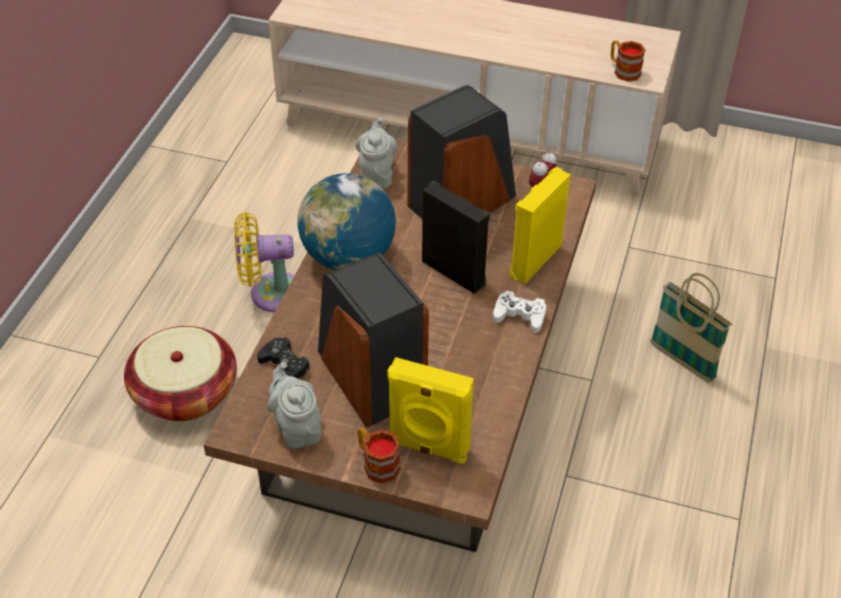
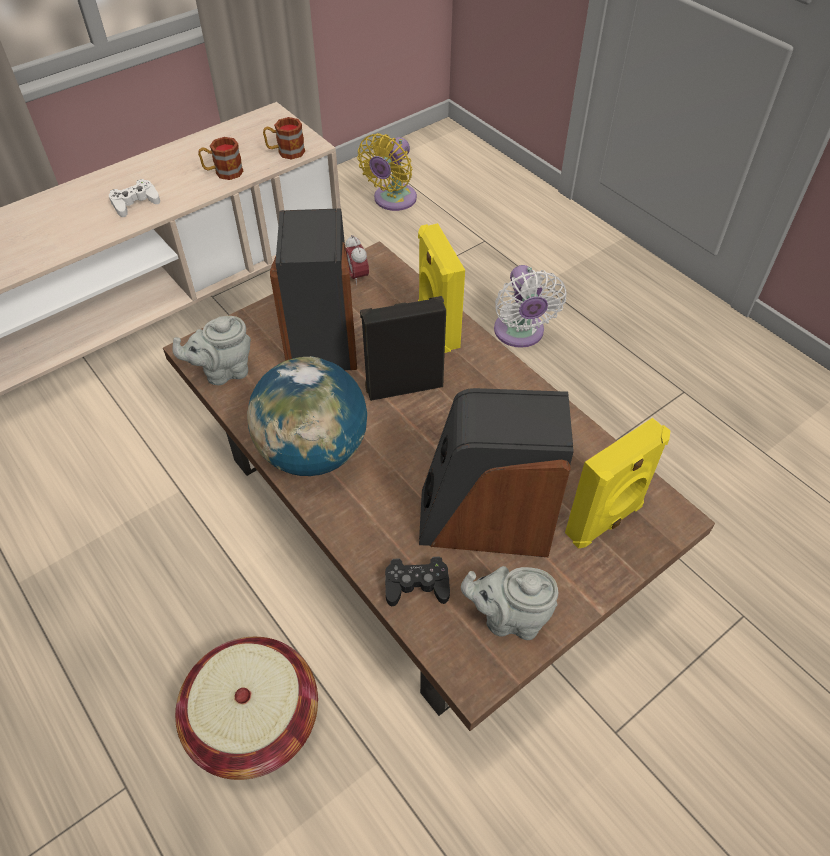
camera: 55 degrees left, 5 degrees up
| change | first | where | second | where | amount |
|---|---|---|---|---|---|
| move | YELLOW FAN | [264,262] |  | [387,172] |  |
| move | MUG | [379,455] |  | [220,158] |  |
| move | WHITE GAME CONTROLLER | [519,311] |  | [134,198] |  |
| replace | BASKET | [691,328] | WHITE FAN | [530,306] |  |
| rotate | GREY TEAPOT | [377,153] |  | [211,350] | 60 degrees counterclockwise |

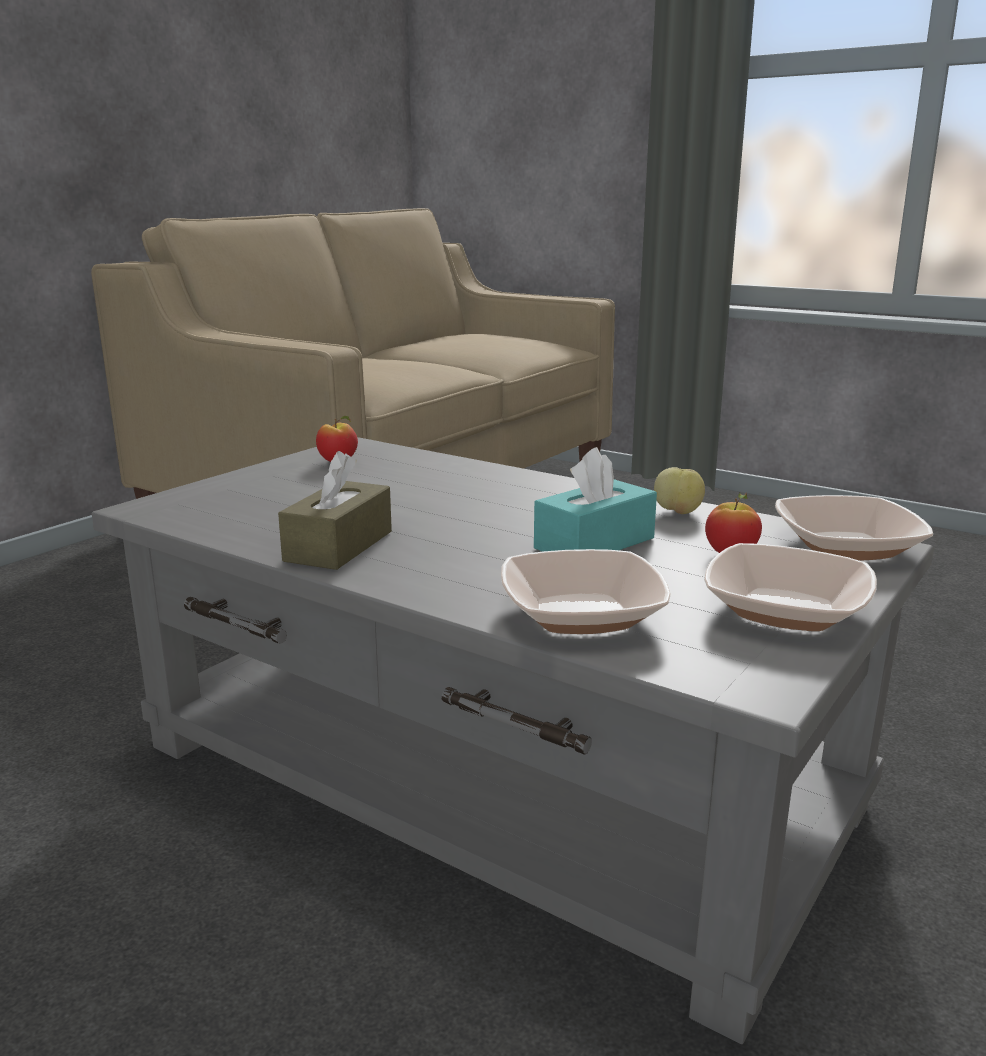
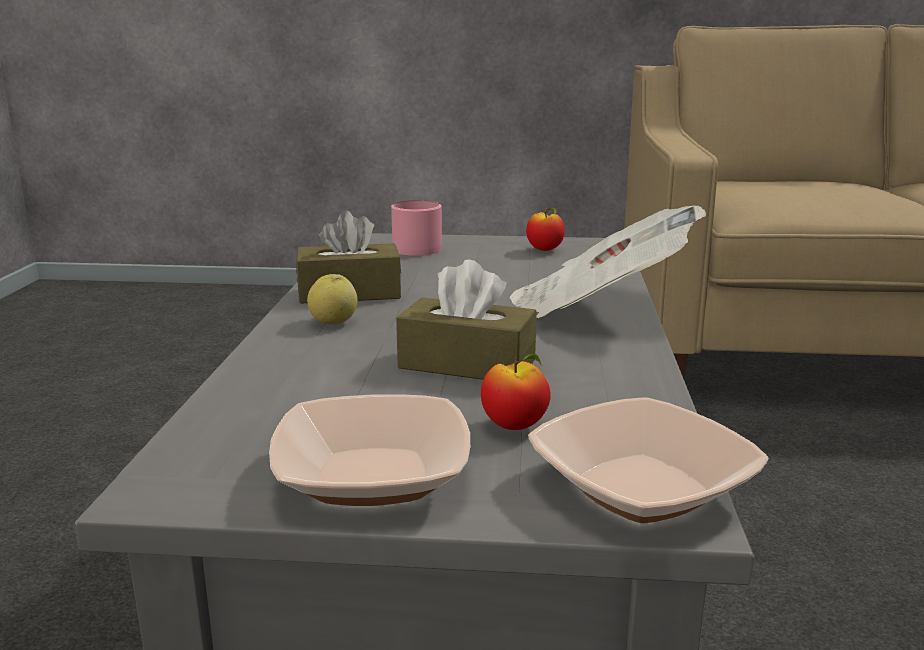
camera: 60 degrees right, 0 degrees up
| change | first | where | second | where | amount |
|---|---|---|---|---|---|
| delete | BOWL | [586,591] |  |  |  |
| insert |  |  | PINK MUG | [416,228] |  |
| insert |  |  | NEWSPAPER | [607,262] |  |
| move | APPLE | [679,490] |  | [332,299] |  |
| recolor | TURQUOISE TISSUE BOX | [595,499] | BROWN TISSUE BOX | [466,320] |  |

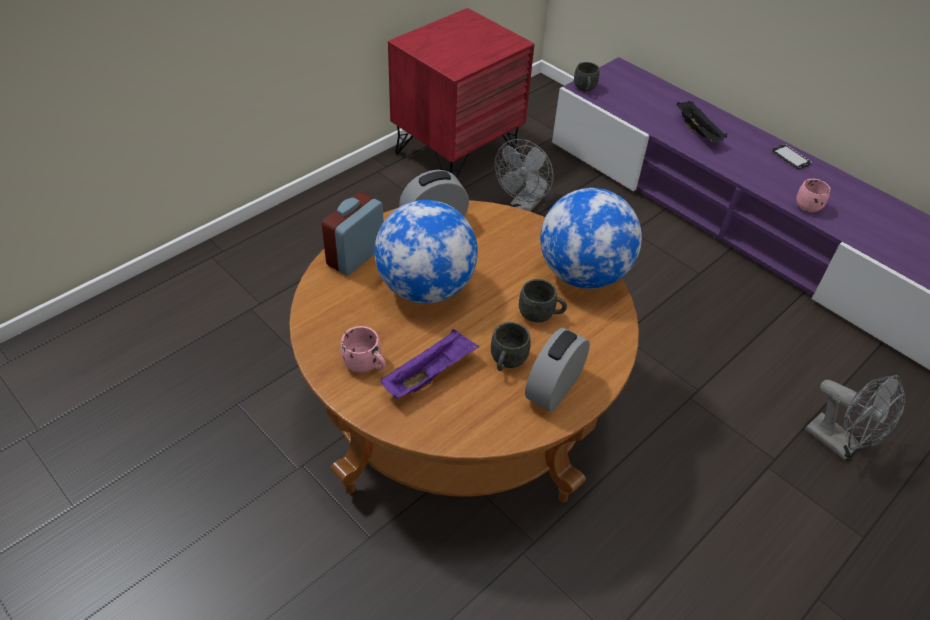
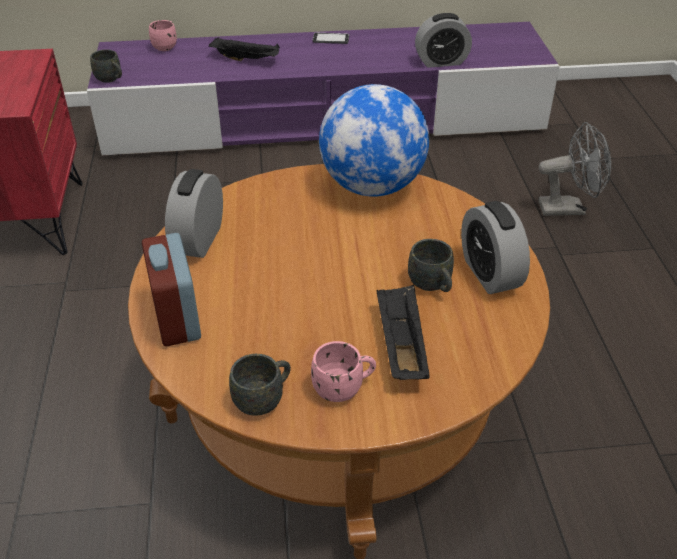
camera: 50 degrees left, 5 degrees down
| change | first | where | second | where | amount |
|---|---|---|---|---|---|
| delete | GLOBE | [426,252] |  |  |  |
| delete | GREY FAN | [524,175] |  |  |  |
| insert |  |  | ALARM CLOCK | [443,40] |  |
| move | GREY MUG | [543,300] |  | [260,385] |  |
| move | PINK MUG | [813,196] |  | [163,35] |  |
| recolor | PURPLE TRAY | [430,364] | BLACK TRAY | [403,332] |  |

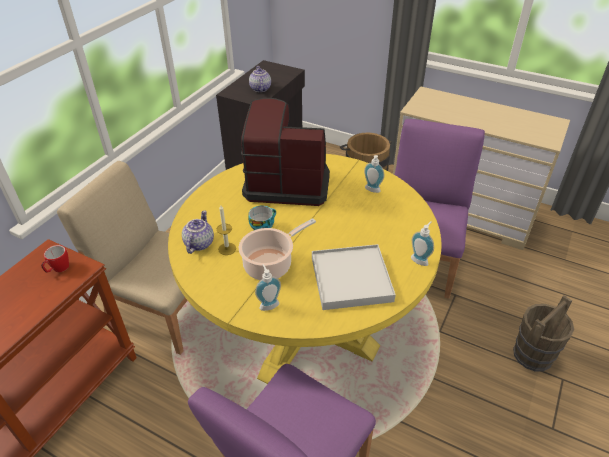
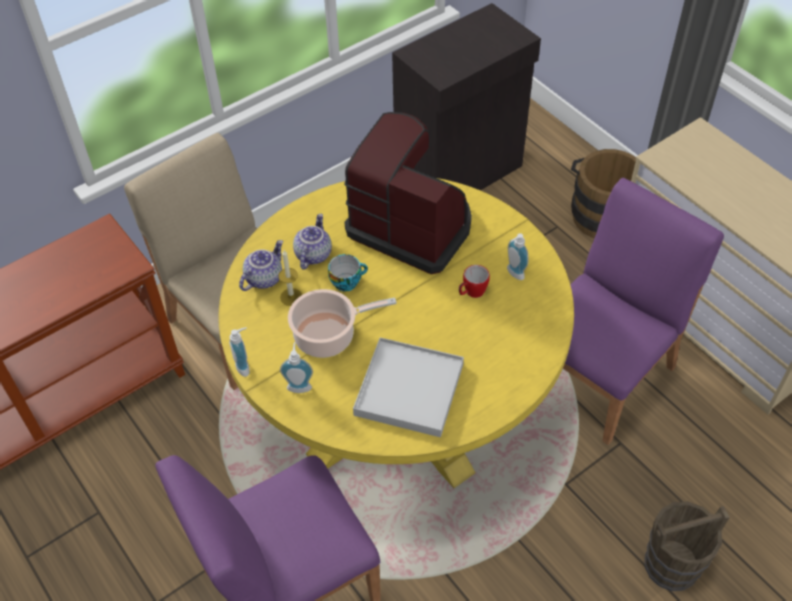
camera: 25 degrees right, 10 degrees up
| change | first | where | second | where | amount |
|---|---|---|---|---|---|
| move | MUG | [55,259] |  | [474,281] |  |
| move | TEAPOT | [260,79] |  | [312,242] |  |
| move | SOAP DISPENSER | [422,243] |  | [239,352] |  |

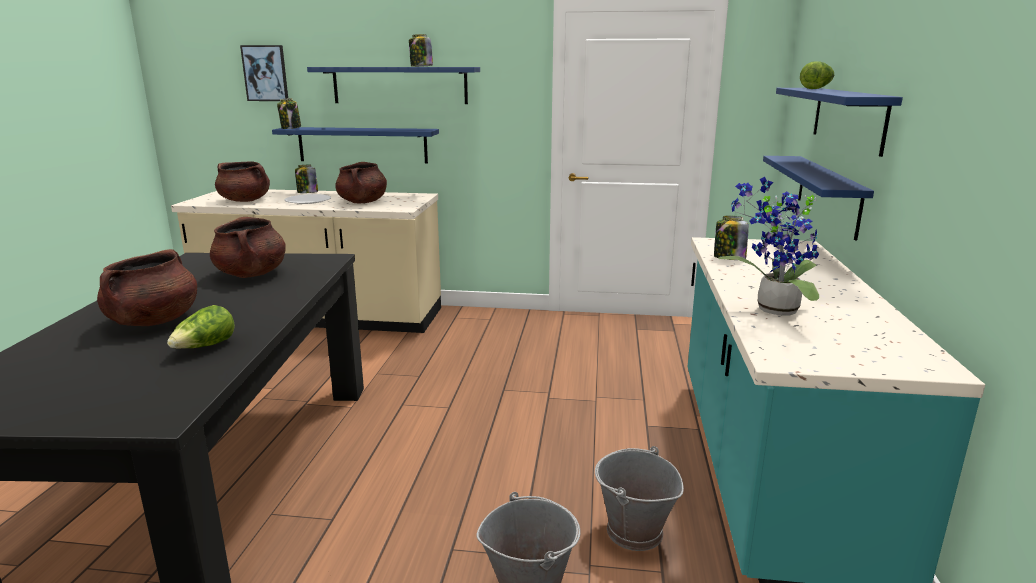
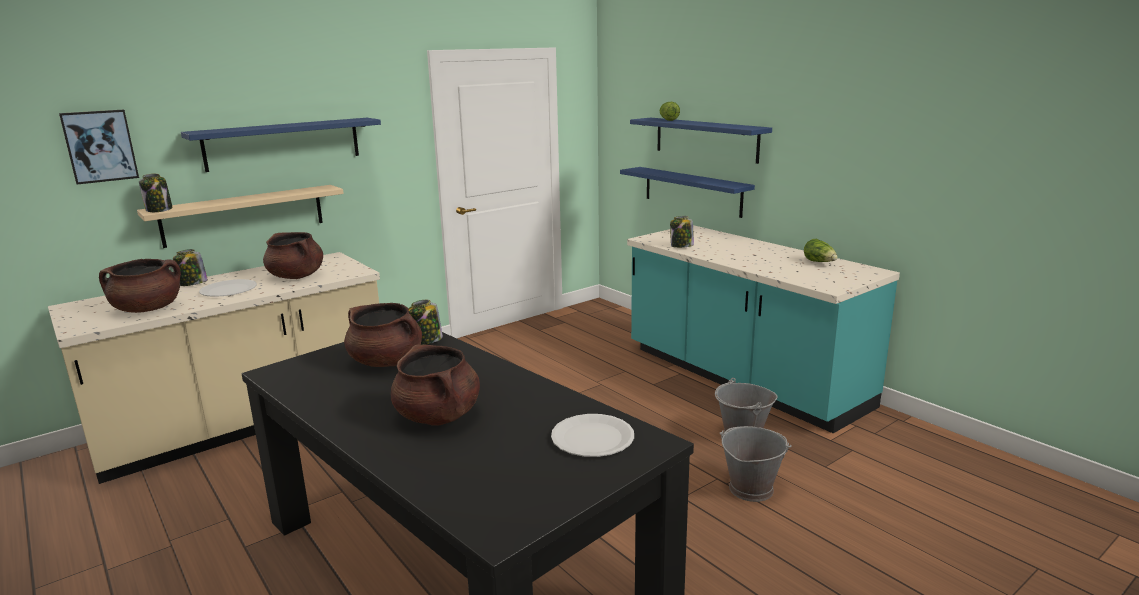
camera: 45 degrees left, 0 degrees up
| change | first | where | second | where | amount |
|---|---|---|---|---|---|
| delete | POTTED PLANT | [768,246] |  |  |  |
| insert |  |  | WHITE PLATE | [592,435] |  |
| move | LETTUCE | [201,327] |  | [821,250] |  |
| move | JAR | [421,50] |  | [425,322] |  |
| recolor | BLUE SHELF | [355,145] | BEIGE SHELF | [240,216] |  |

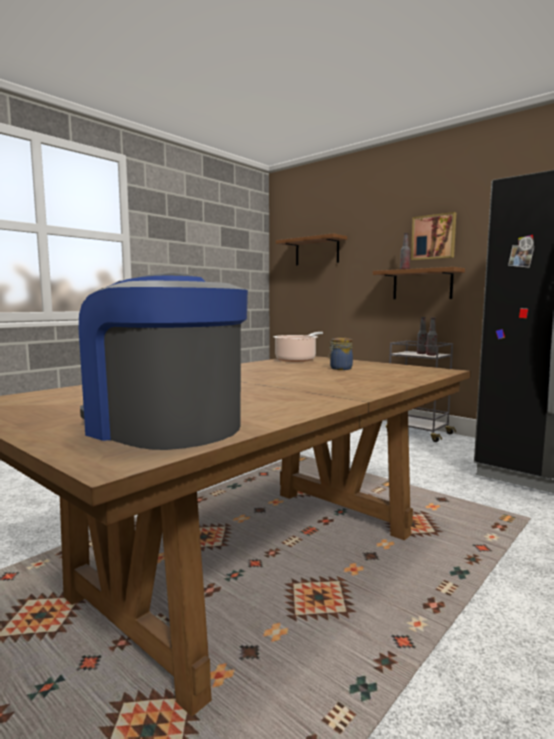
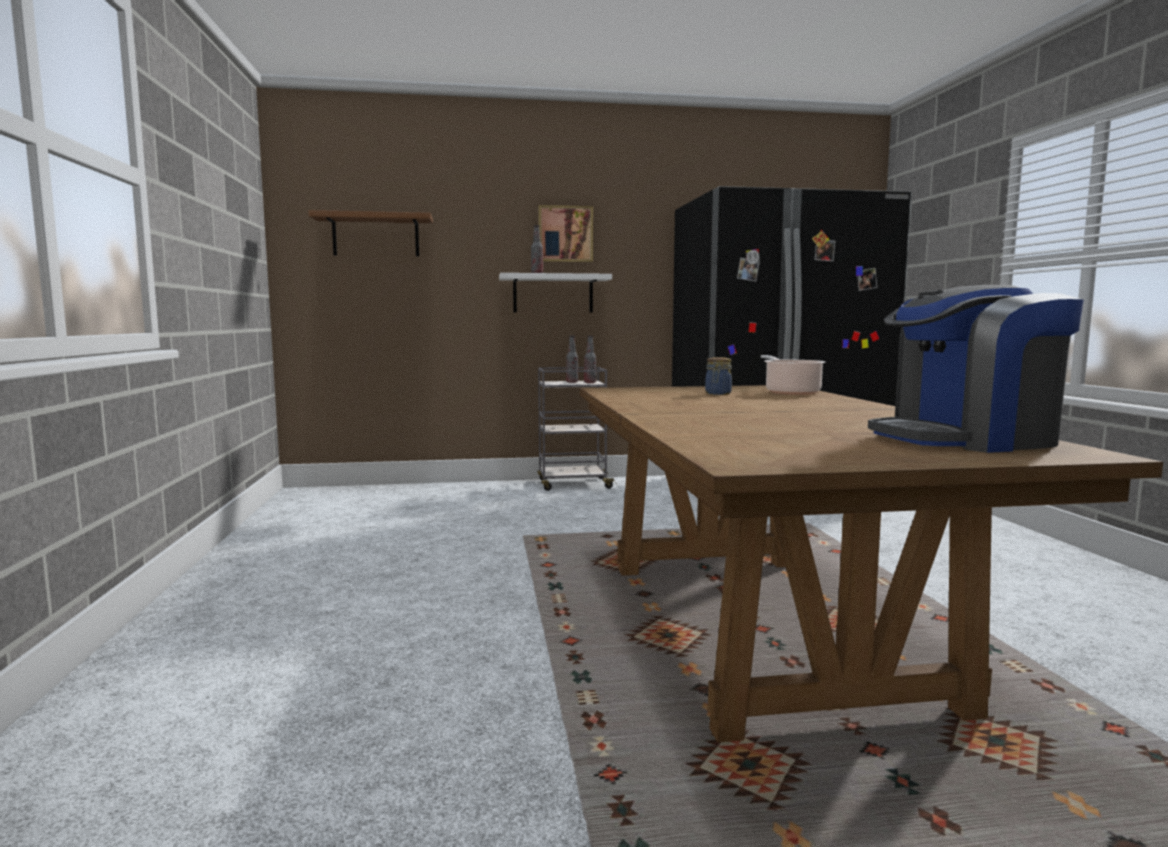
camera: 50 degrees left, 0 degrees up
| change | first | where | second | where | amount |
|---|---|---|---|---|---|
| move | COOKING POT | [298,347] |  | [793,375] |  |
| recolor | BROWN SHELF | [419,283] | WHITE SHELF | [555,293] |  |

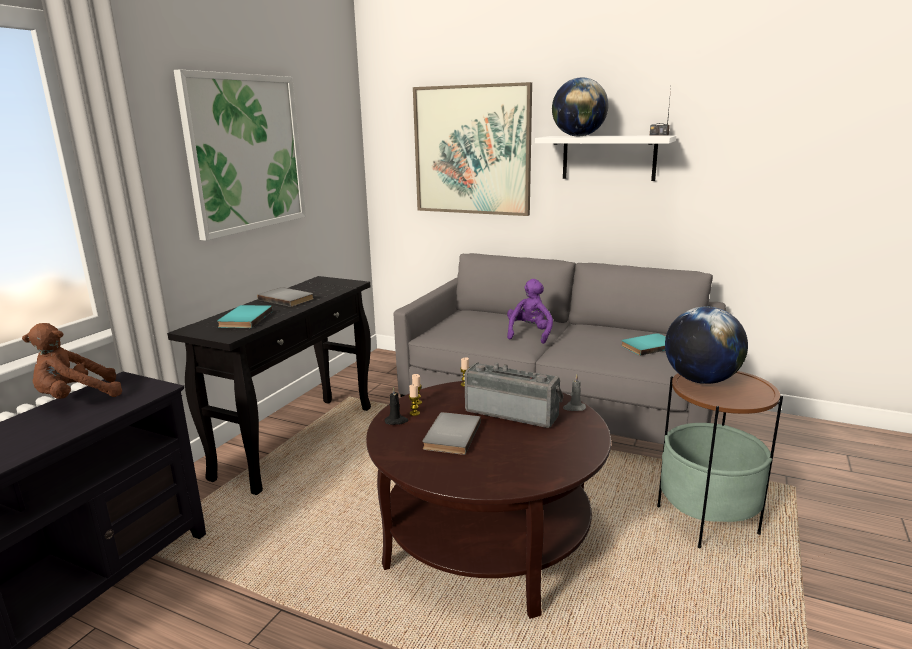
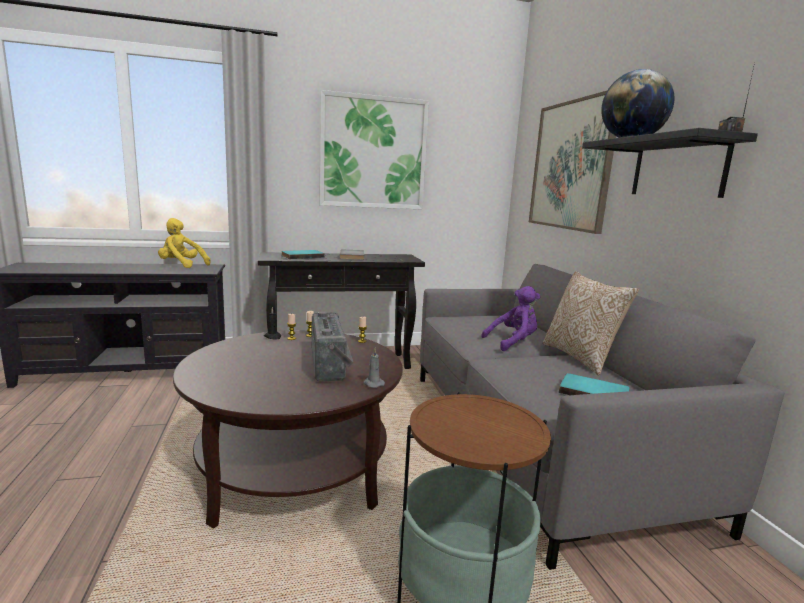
camera: 50 degrees right, 5 degrees down
| change | first | where | second | where | amount |
|---|---|---|---|---|---|
| delete | GREY BOOK | [451,433] |  |  |  |
| delete | GLOBE | [706,345] |  |  |  |
| insert |  |  | PILLOW | [591,323] |  |
| recolor | BROWN PLUSH TOY | [72,361] | YELLOW PLUSH TOY | [184,243] |  |
| recolor | WHITE SHELF | [605,158] | BLACK SHELF | [670,163] |  |

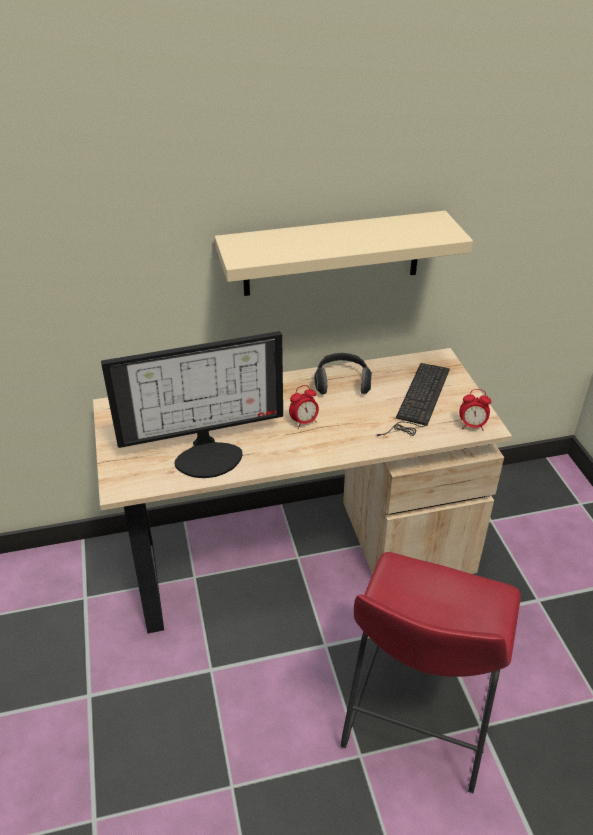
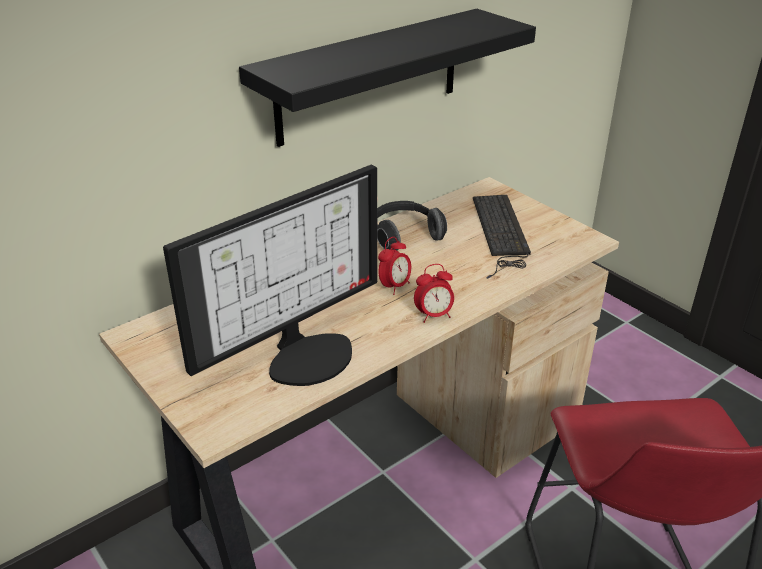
camera: 25 degrees left, 5 degrees down
| change | first | where | second | where | amount |
|---|---|---|---|---|---|
| move | ALARM CLOCK | [475,410] |  | [434,293] |  |
| recolor | BEIGE SHELF | [344,253] | BLACK SHELF | [387,78] |  |

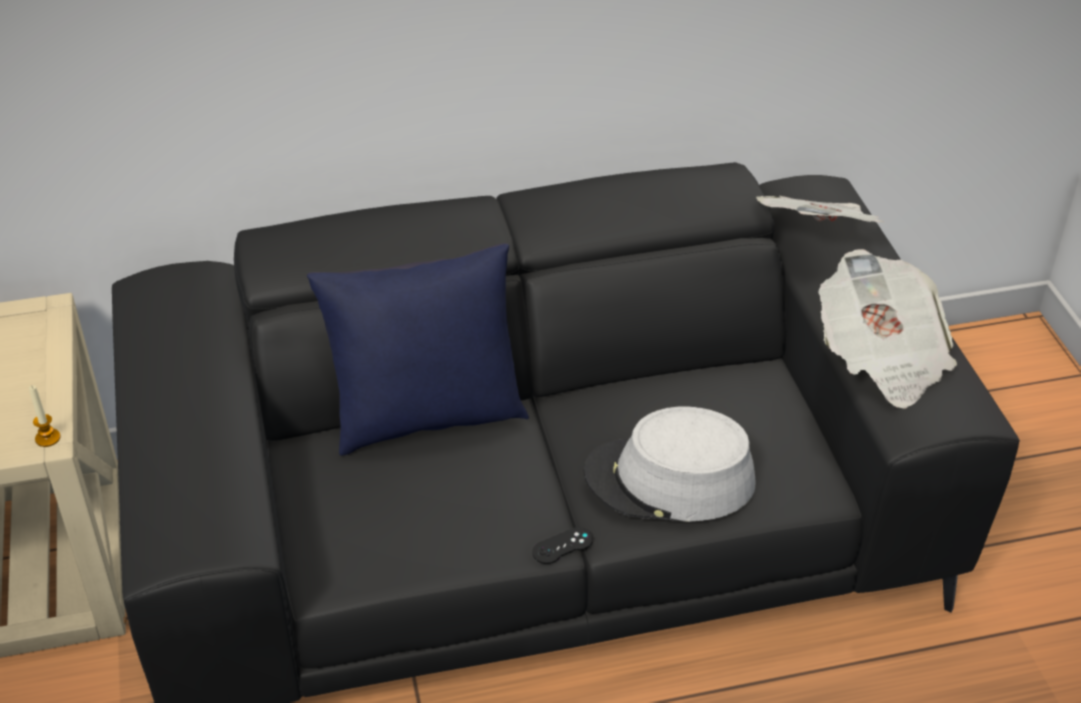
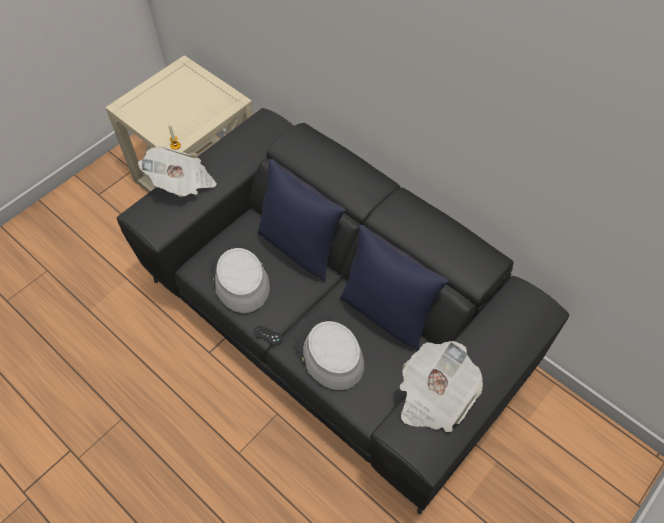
camera: 55 degrees right, 15 degrees up
| change | first | where | second | where | amount |
|---|---|---|---|---|---|
| insert |  |  | GREY HAT | [240,278] |  |
| insert |  |  | BLUE PILLOW | [394,288] |  |
| move | NEWSPAPER | [821,209] |  | [177,171] |  |

